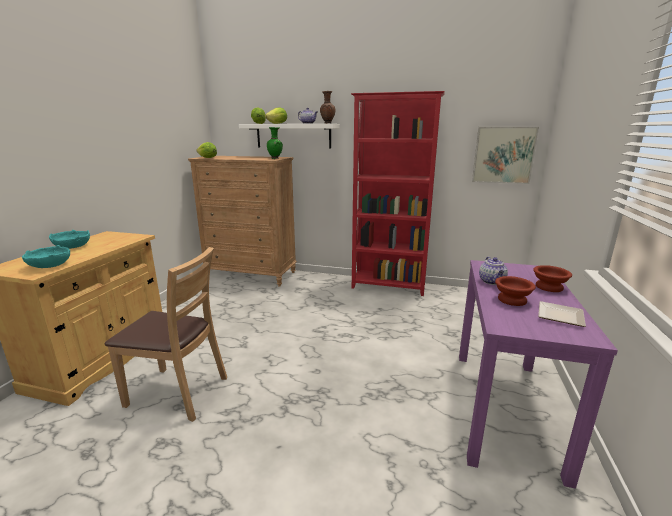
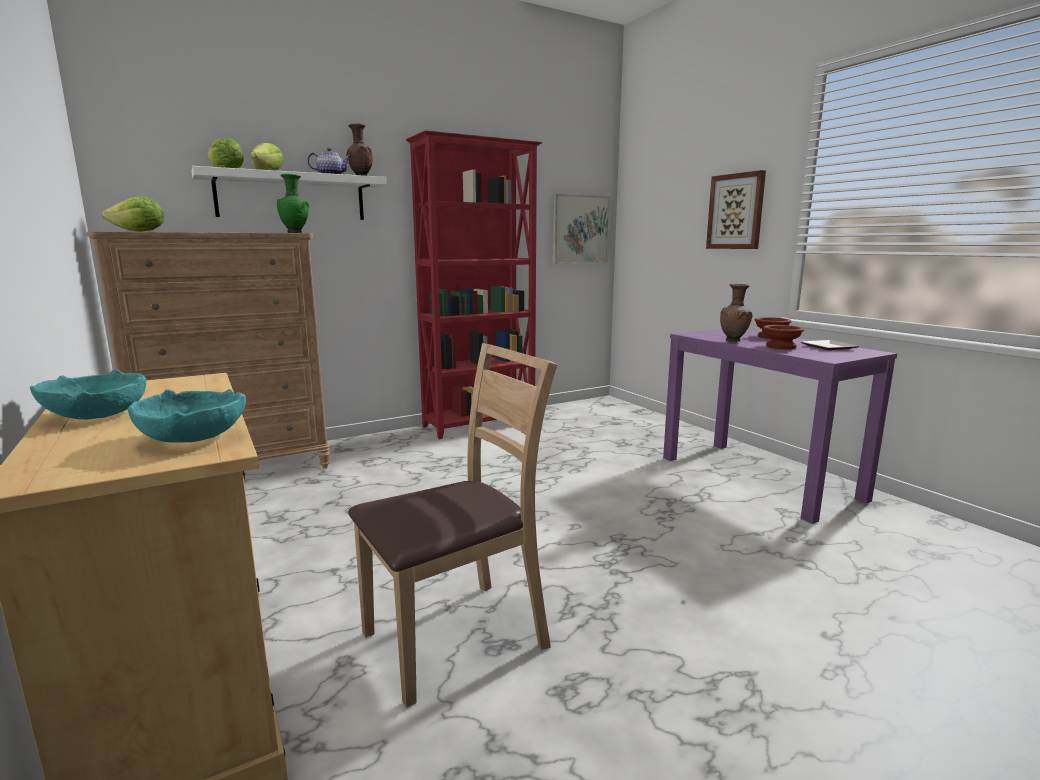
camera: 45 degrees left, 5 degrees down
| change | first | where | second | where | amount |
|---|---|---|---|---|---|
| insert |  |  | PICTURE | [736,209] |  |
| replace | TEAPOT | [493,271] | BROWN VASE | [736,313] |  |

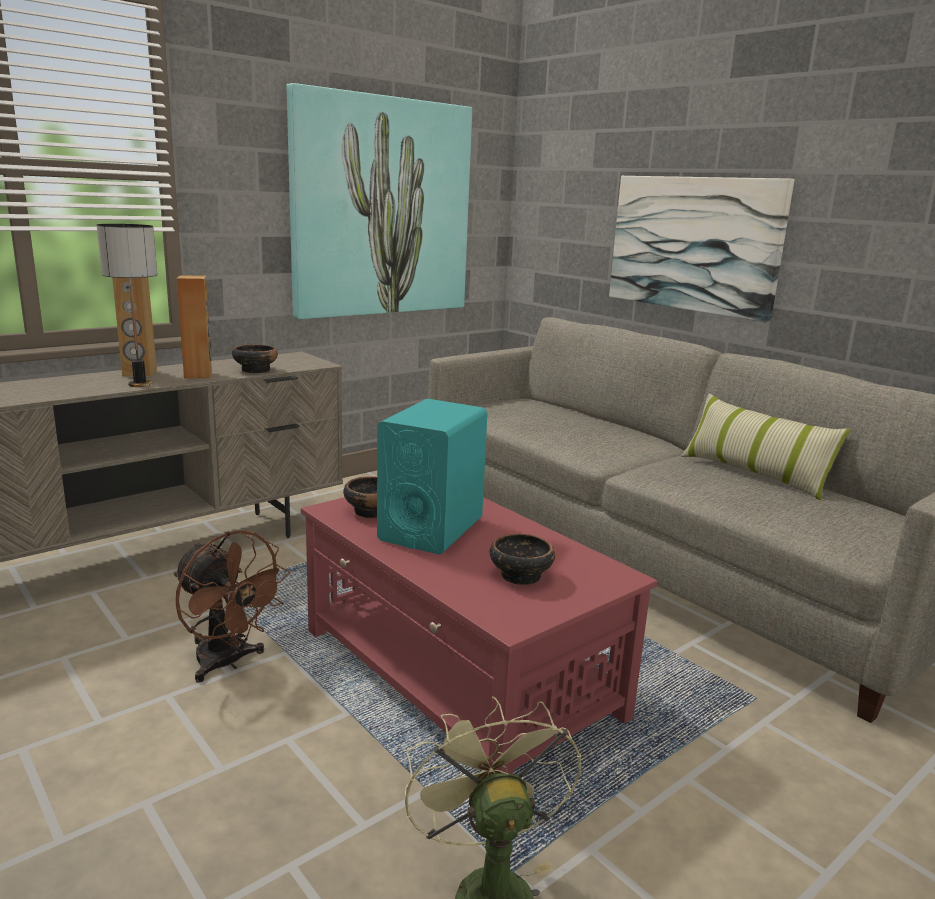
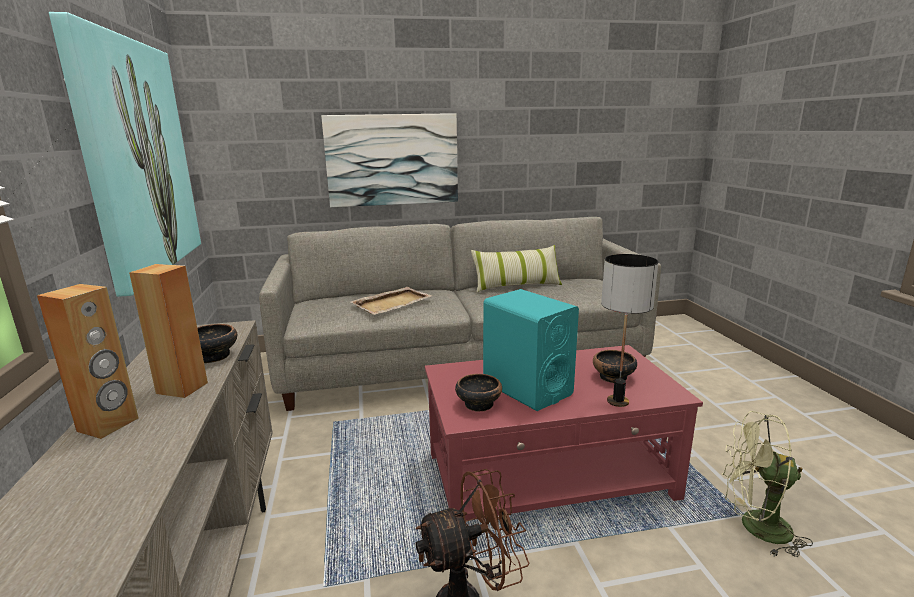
camera: 60 degrees left, 0 degrees up
| change | first | where | second | where | amount |
|---|---|---|---|---|---|
| insert |  |  | BEIGE TRAY | [391,301] |  |
| move | TABLE LAMP | [127,305] |  | [629,330] |  |

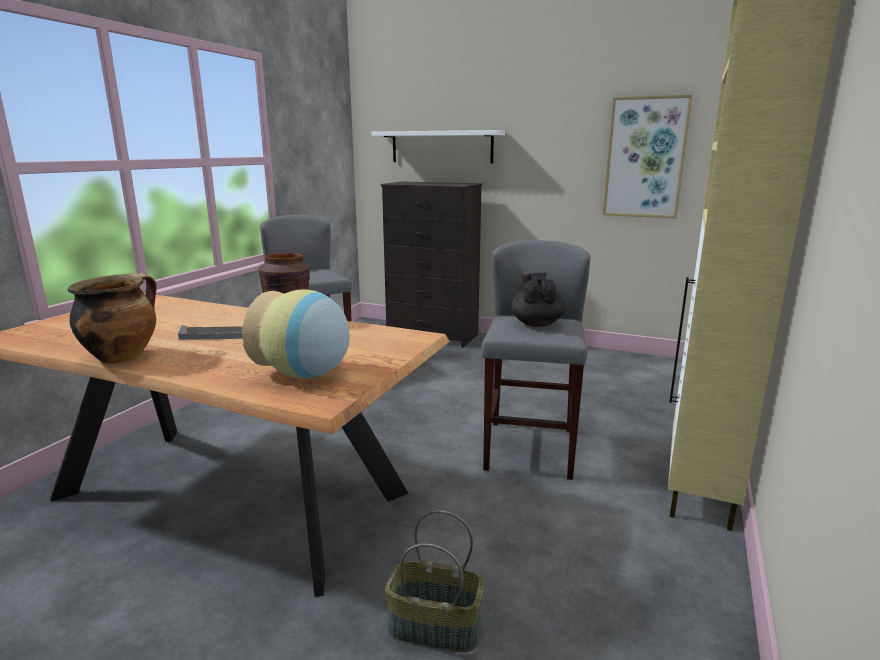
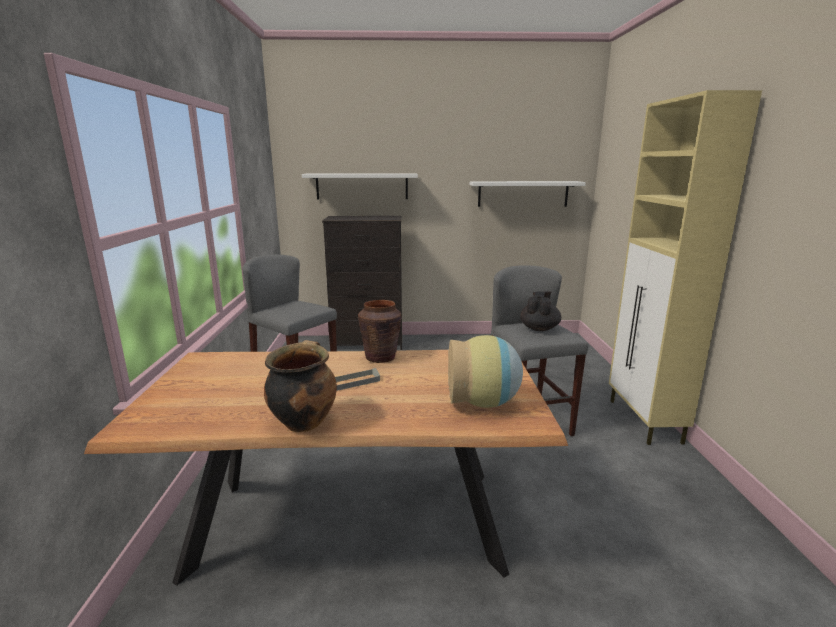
camera: 25 degrees left, 0 degrees up
| change | first | where | second | where | amount |
|---|---|---|---|---|---|
| delete | BASKET | [434,581] |  |  |  |
| replace | PICTURE | [647,156] | WHITE SHELF | [528,194] |  |
| rotate | BLACK TEAPOT | [538,299] |  | [540,311] | 45 degrees clockwise |

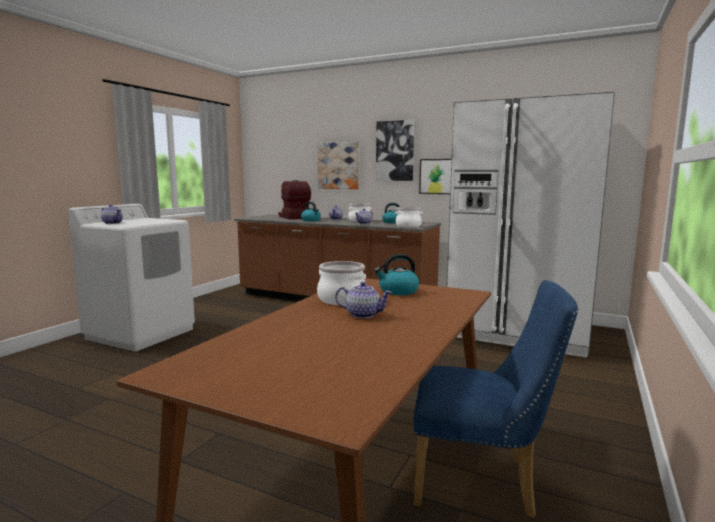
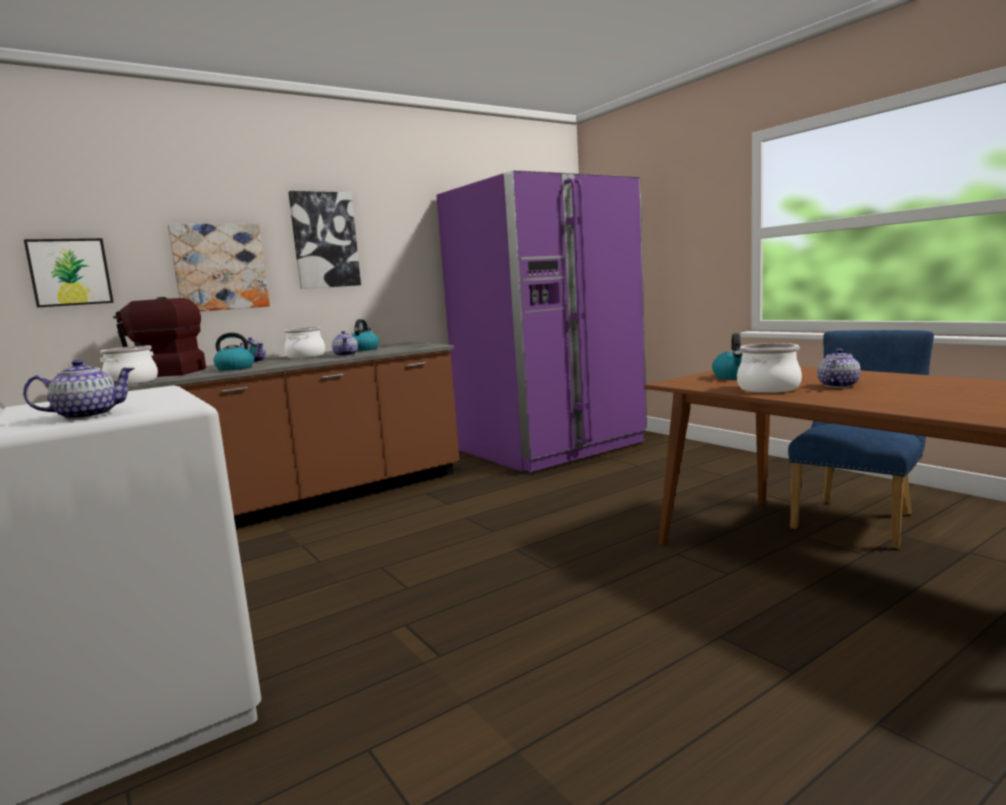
camera: 60 degrees left, 0 degrees up
| change | first | where | second | where | amount |
|---|---|---|---|---|---|
| move | COOKING POT | [409,217] |  | [129,365] |  |
| move | PICTURE | [435,176] |  | [69,272] |  |
| recolor | WHITE FRIDGE | [530,225] | PURPLE FRIDGE | [542,321] |  |

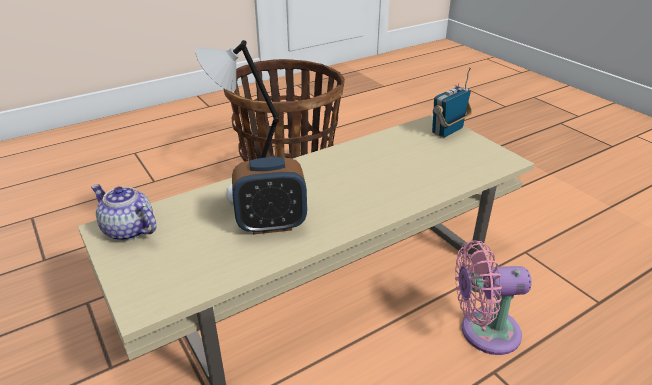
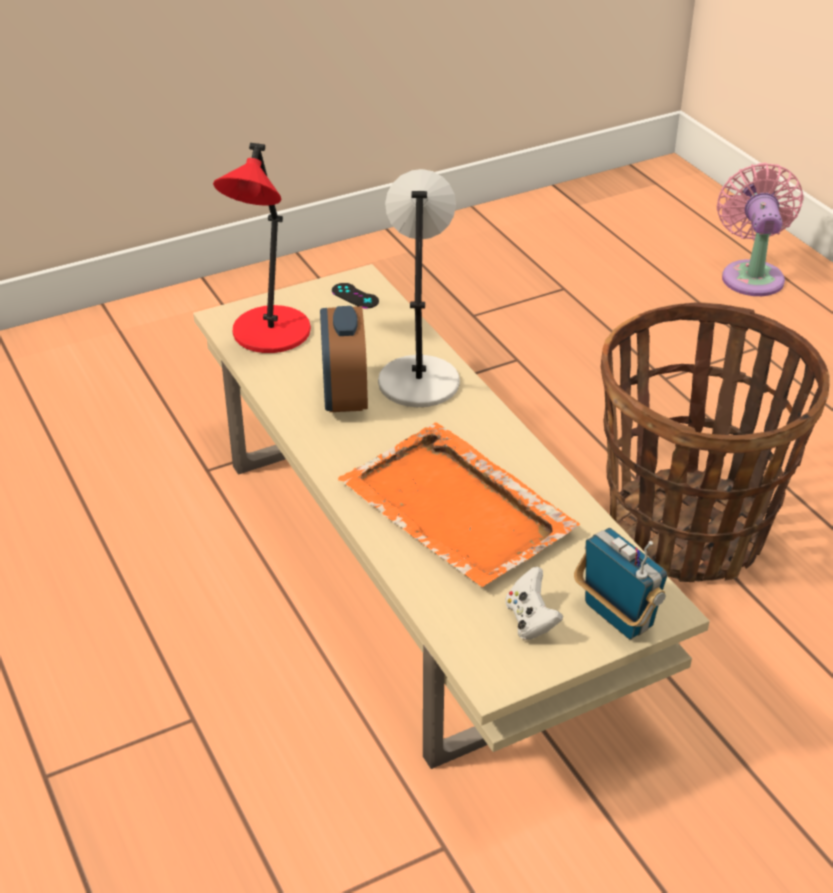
camera: 95 degrees right, 5 degrees up
| change | first | where | second | where | amount |
|---|---|---|---|---|---|
| insert |  |  | RED TABLE LAMP | [262,248] |  |
| insert |  |  | ORANGE TRAY | [459,505] |  |
| insert |  |  | WHITE GAME CONTROLLER | [534,603] |  |
| move | PINK FAN | [493,297] |  | [760,229] |  |
| replace | TEAPOT | [124,212] | BLACK GAME CONTROLLER | [355,295] |  |

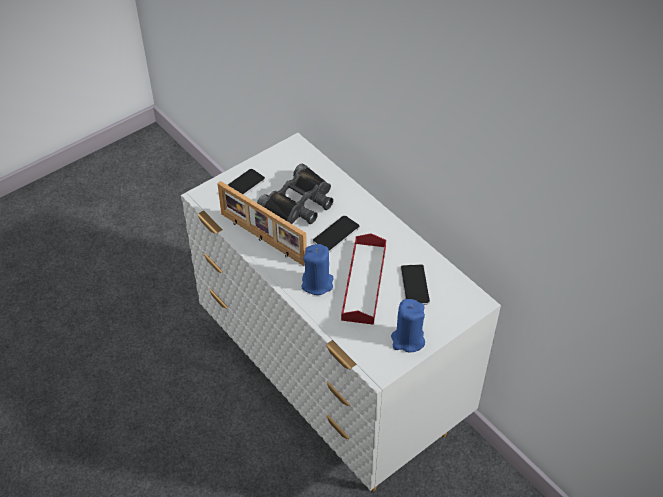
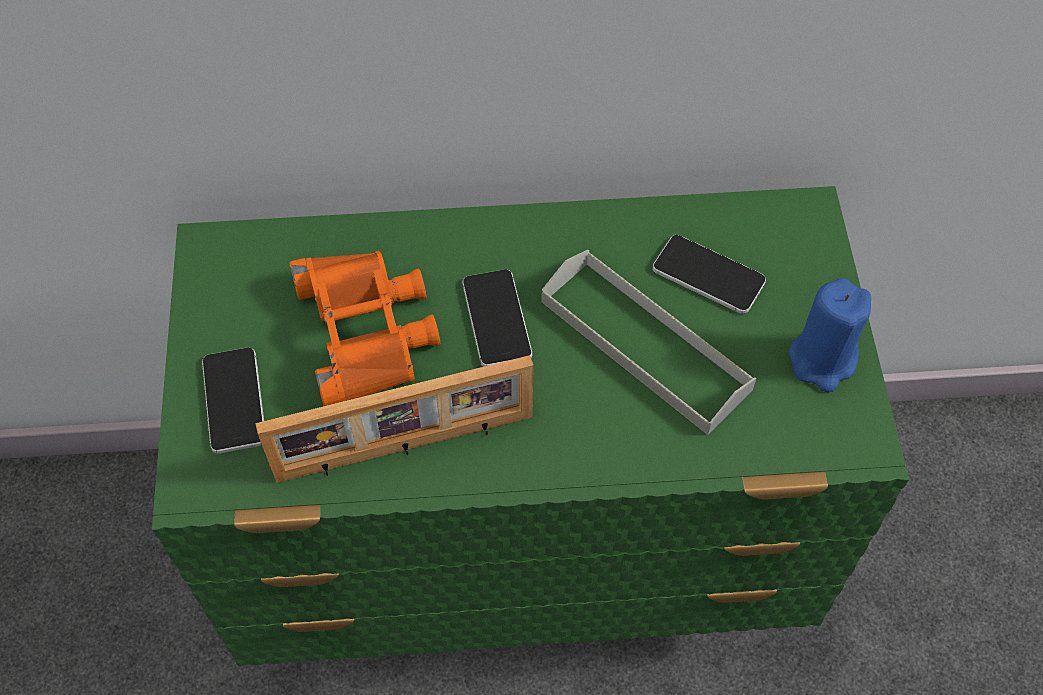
camera: 55 degrees left, 10 degrees up
| change | first | where | second | where | amount |
|---|---|---|---|---|---|
| delete | BLUE CANDLE | [317,269] |  |  |  |
| recolor | WHITE DRESSER | [341,312] | GREEN DRESSER | [530,426] |  |
| recolor | BLACK BINOCULARS | [295,194] | ORANGE BINOCULARS | [364,328] |  |
| recolor | RED TRAY | [363,279] | GREY TRAY | [648,342] |  |

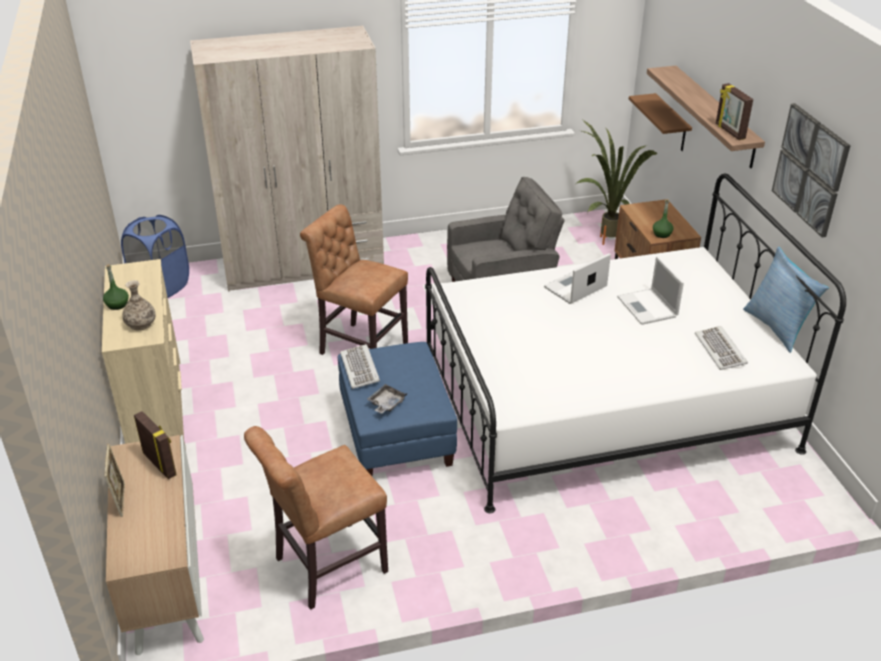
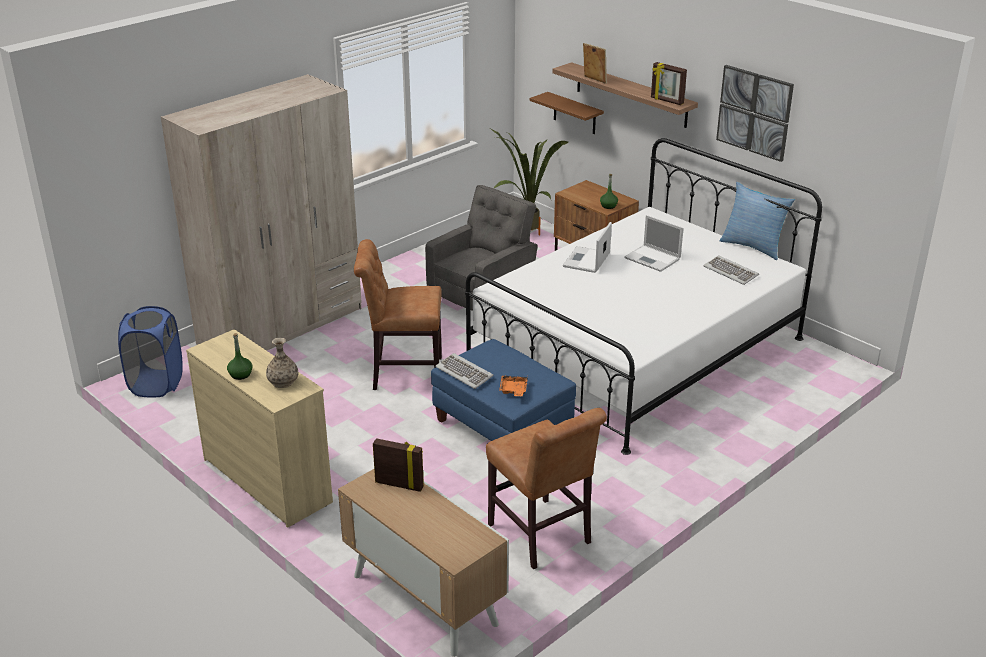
camera: 30 degrees left, 5 degrees down
| change | first | where | second | where | amount |
|---|---|---|---|---|---|
| move | PICTURE FRAME | [114,480] |  | [595,63] |  |
| recolor | GREY TRAY | [387,399] | ORANGE TRAY | [513,386] |  |
| rotate | BROWN CHAIR | [316,518] |  | [546,488] | 60 degrees counterclockwise |

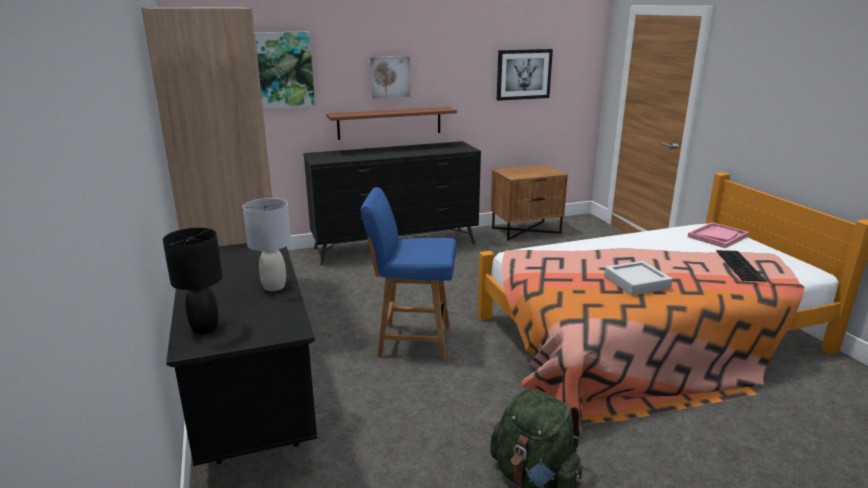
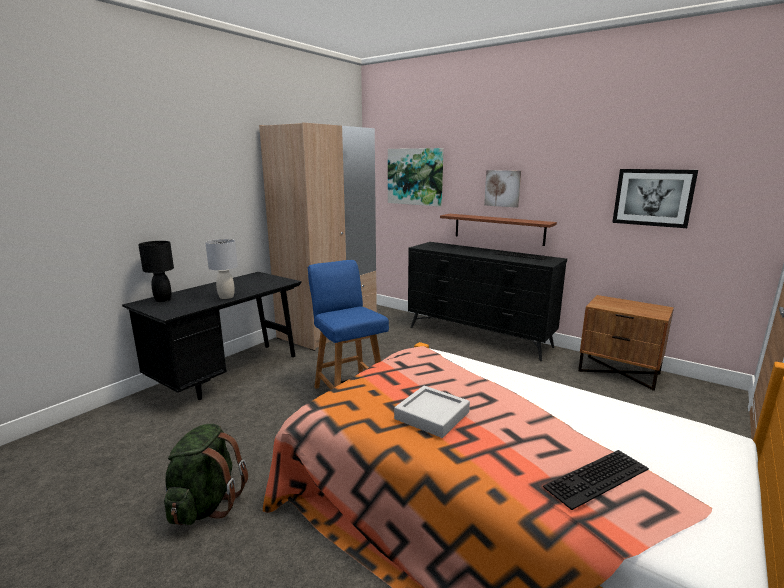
camera: 55 degrees right, 5 degrees down
| change | first | where | second | where | amount |
|---|---|---|---|---|---|
| delete | PINK TRAY | [718,235] |  |  |  |

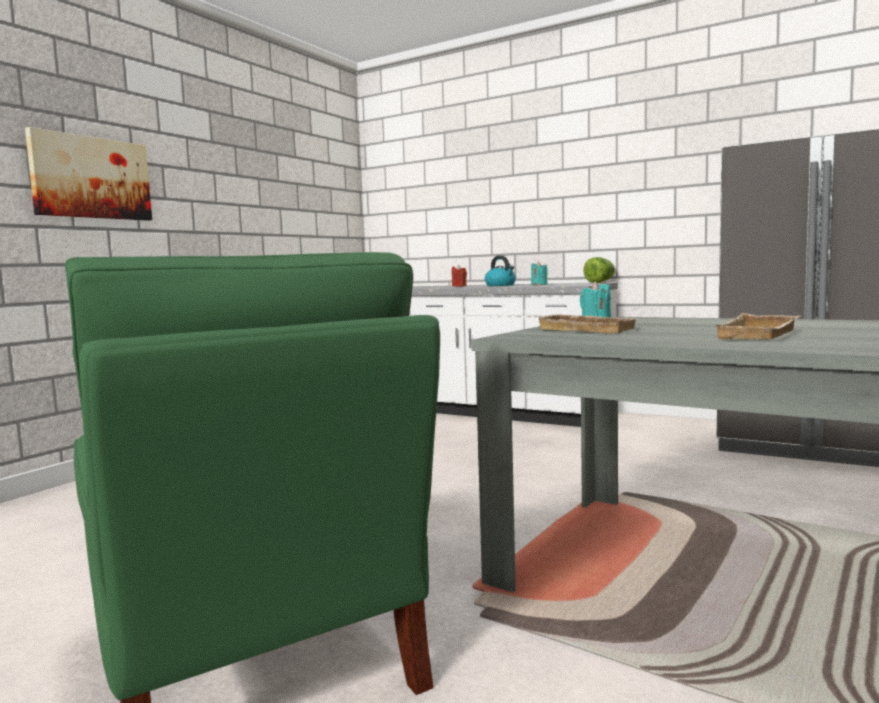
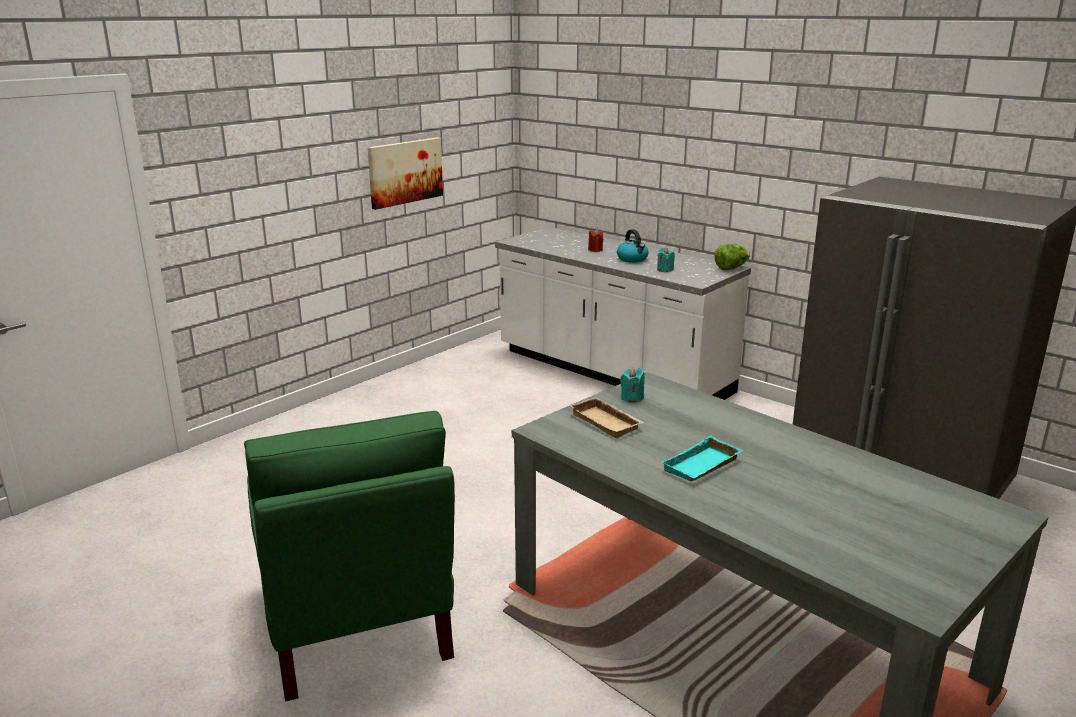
camera: 10 degrees right, 15 degrees up
| change | first | where | second | where | amount |
|---|---|---|---|---|---|
| move | PICTURE | [88,174] |  | [405,173] |  |
| recolor | BEIGE TRAY | [758,326] | TURQUOISE TRAY | [702,458] |  |

